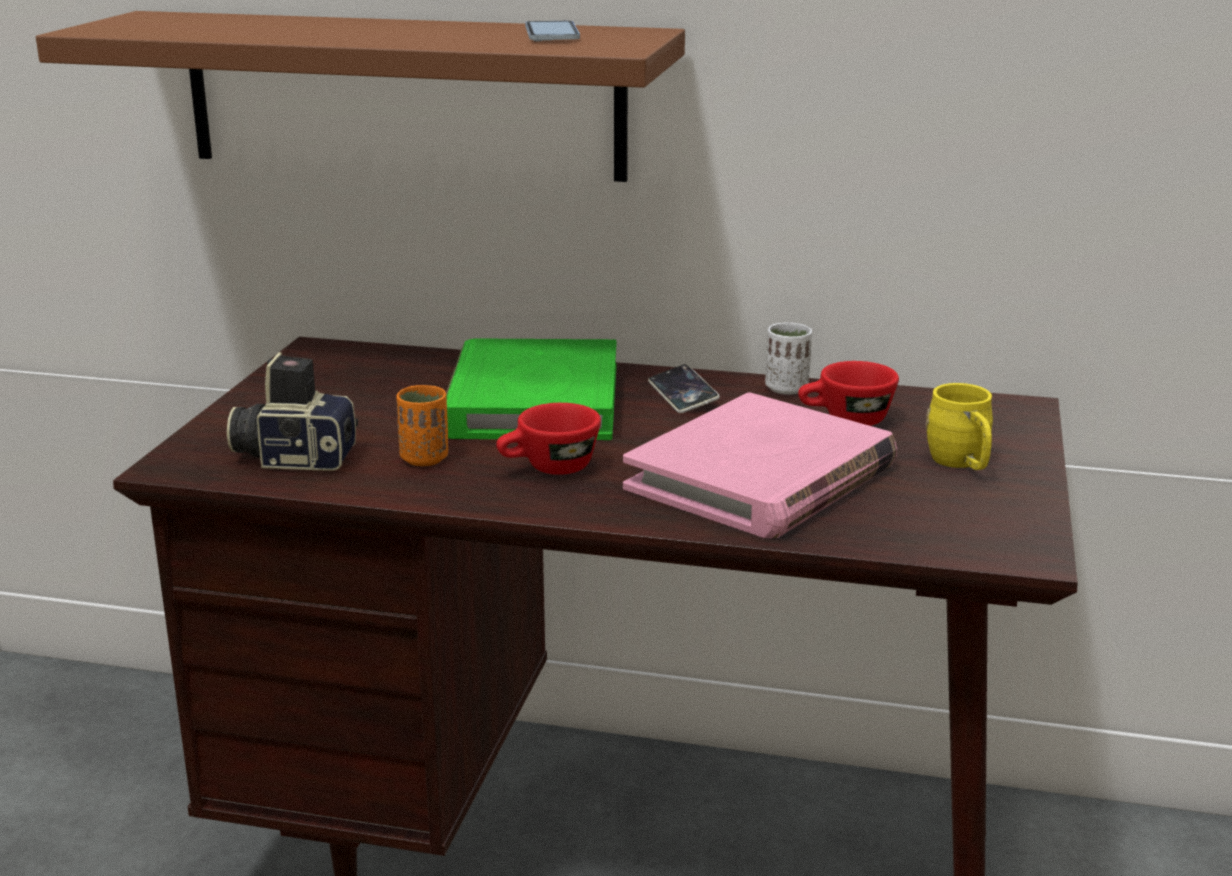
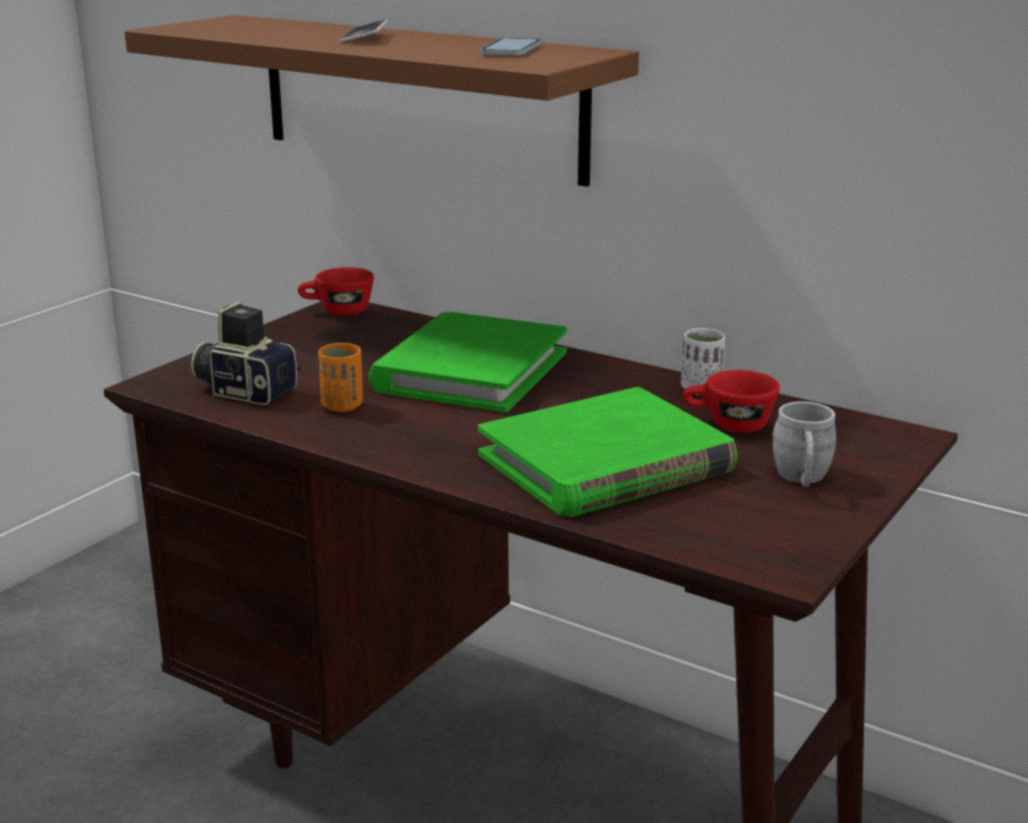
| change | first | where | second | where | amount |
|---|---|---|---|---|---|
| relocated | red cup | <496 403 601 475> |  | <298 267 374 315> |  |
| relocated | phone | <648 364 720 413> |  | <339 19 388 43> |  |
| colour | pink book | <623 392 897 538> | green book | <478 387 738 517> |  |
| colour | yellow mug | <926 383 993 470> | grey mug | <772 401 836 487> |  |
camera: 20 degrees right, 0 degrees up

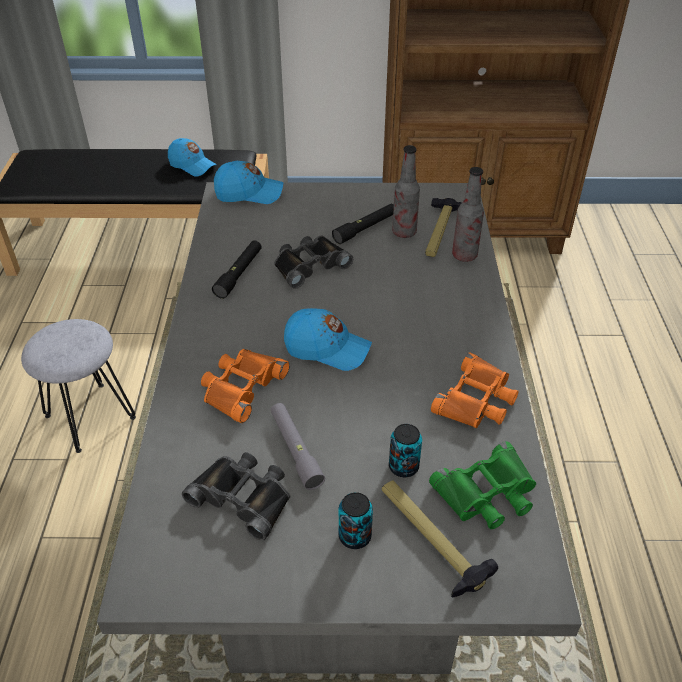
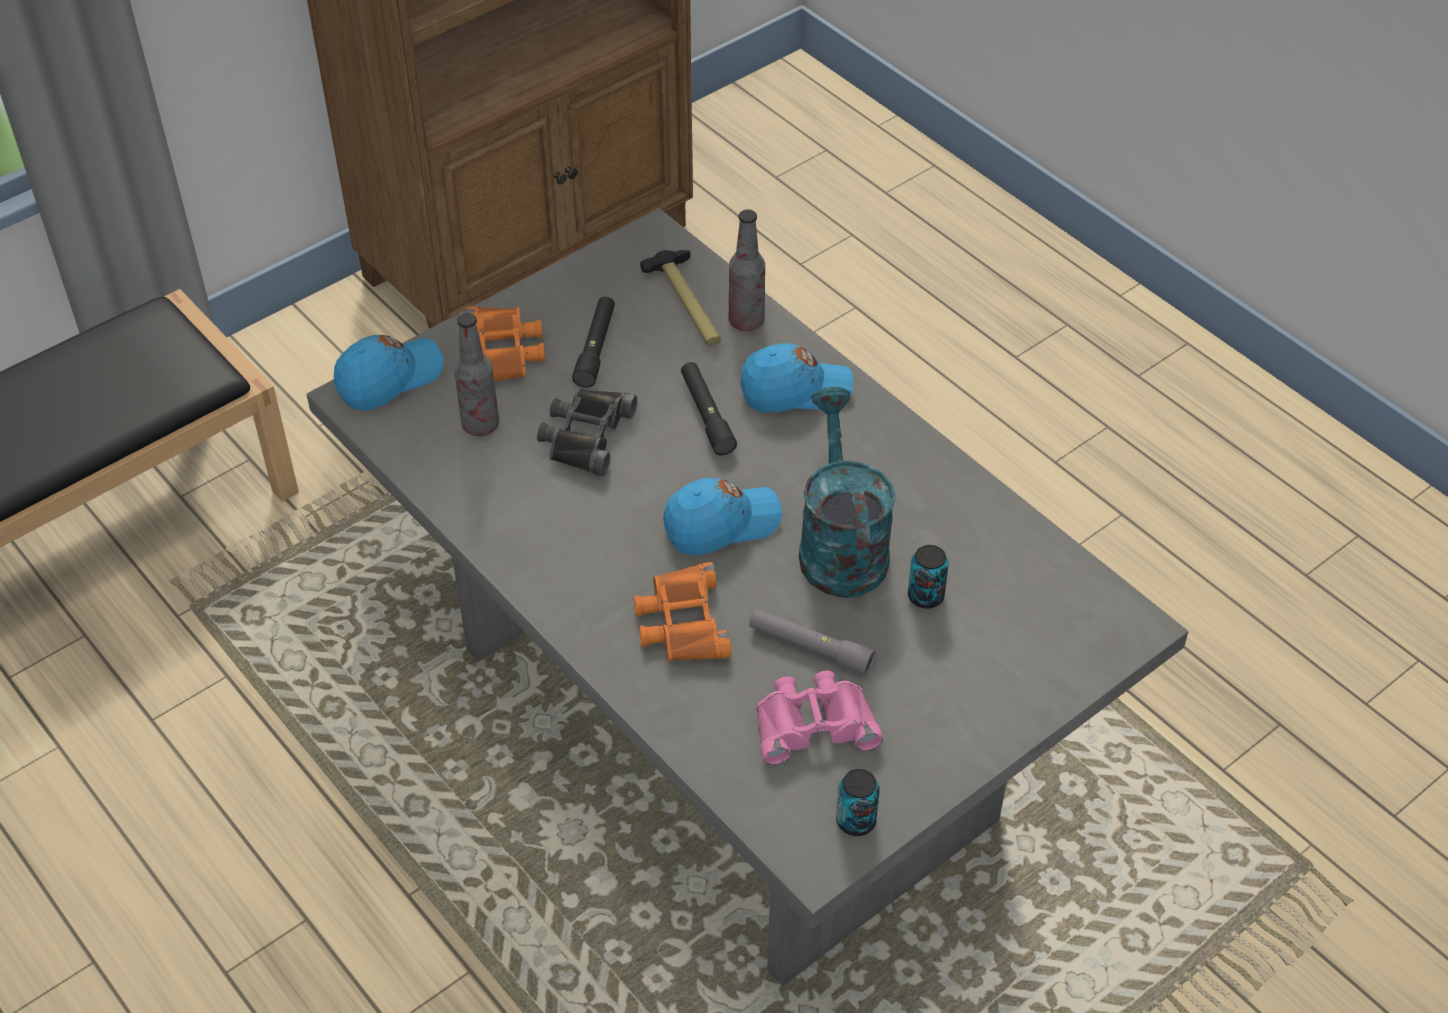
| change | first | where | second | where | amount |
|---|---|---|---|---|---|
| relocated | bottle | <392 145 420 238> |  | <454 313 499 436> |  |
| relocated | orange binoculars | <431 352 518 428> |  | <465 306 545 382> |  |
| relocated | black flashlight | <212 240 262 299> |  | <681 362 737 456> |  |
| relocated | blue cap | <168 138 217 177> |  | <740 343 853 412> |  |
| colour | black binoculars | <182 452 290 541> | pink binoculars | <756 670 883 765> |  |
| appeared |  |  | turquoise watering can | <799 387 895 598> |  |
| relocated | can | <339 492 373 549> |  | <836 769 880 836> |  |
| missing | grey stool | <21 319 136 453> |  |  |  |
| missing | hammer | <382 480 498 597> |  |  |  |
| missing | green binoculars | <429 442 536 529> |  |  |  |
camera: 40 degrees left, 5 degrees up

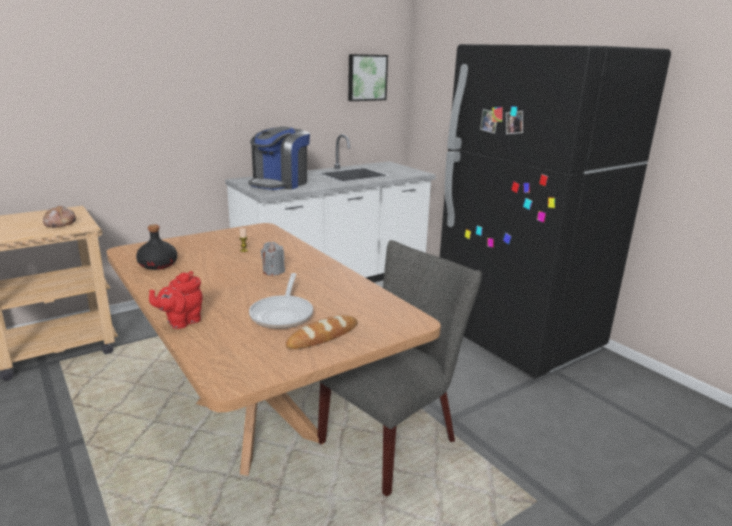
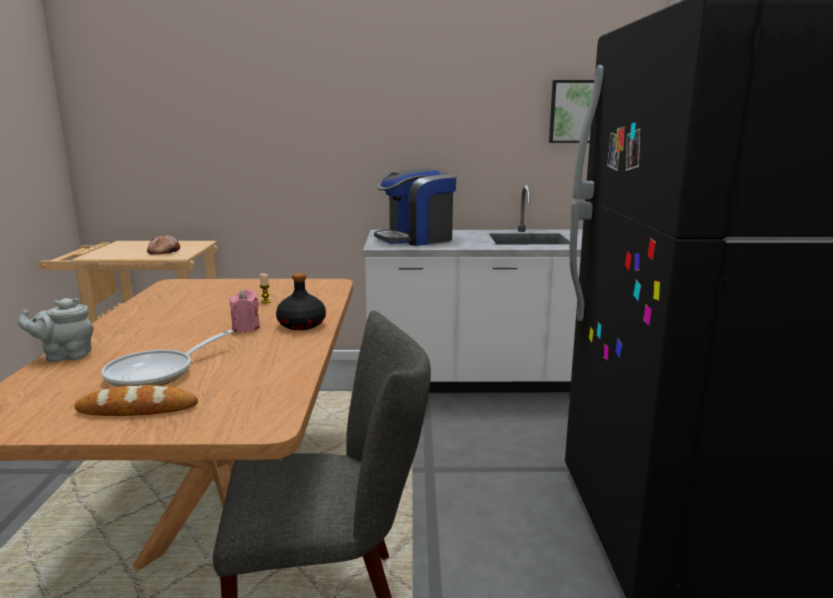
| change | first | where | second | where | amount |
|---|---|---|---|---|---|
| colour | red teapot | <149 271 203 329> | grey teapot | <18 298 94 362> |  |
| colour | grey candle | <261 242 285 276> | pink candle | <229 289 260 332> |  |
| relocated | black bottle | <136 225 177 270> |  | <276 273 326 330> |  |
camera: 35 degrees right, 5 degrees down

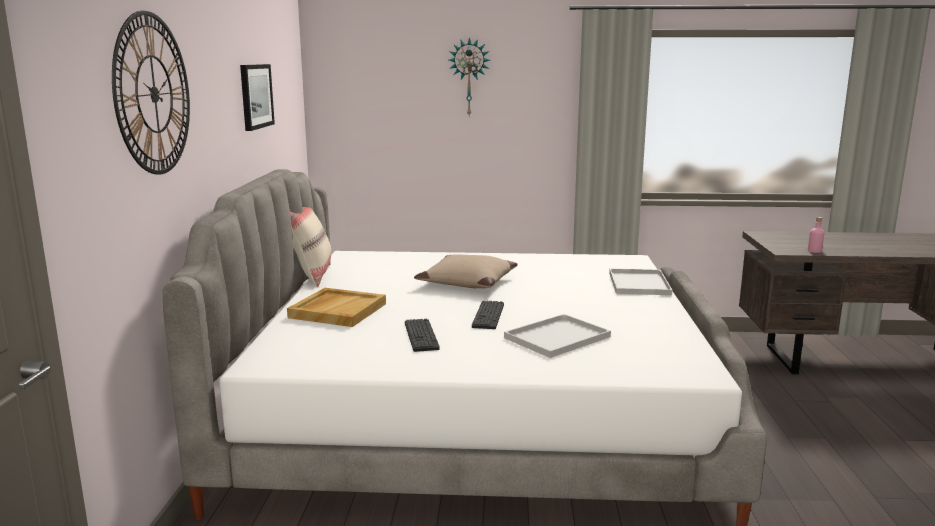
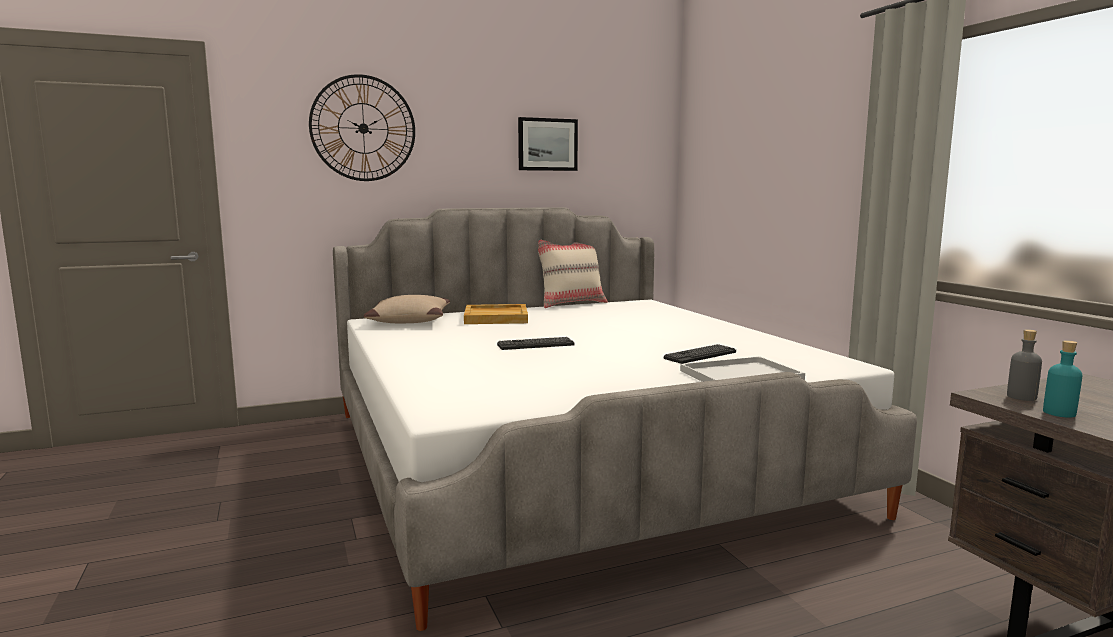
| change | first | where | second | where | amount |
|---|---|---|---|---|---|
| relocated | beige pillow | <414 254 518 288> |  | <364 295 450 323> |  |
| relocated | keyboard | <405 319 440 352> |  | <664 344 736 364> |  |
| appeared |  |  | grey bottle | <1007 329 1042 401> |  |
| colour | pink bottle | <808 217 824 253> | turquoise bottle | <1043 340 1083 418> |  |
| missing | wall clock | <449 37 490 115> |  |  |  |
| missing | white tray | <504 314 611 358> |  |  |  |
camera: 65 degrees right, 5 degrees down

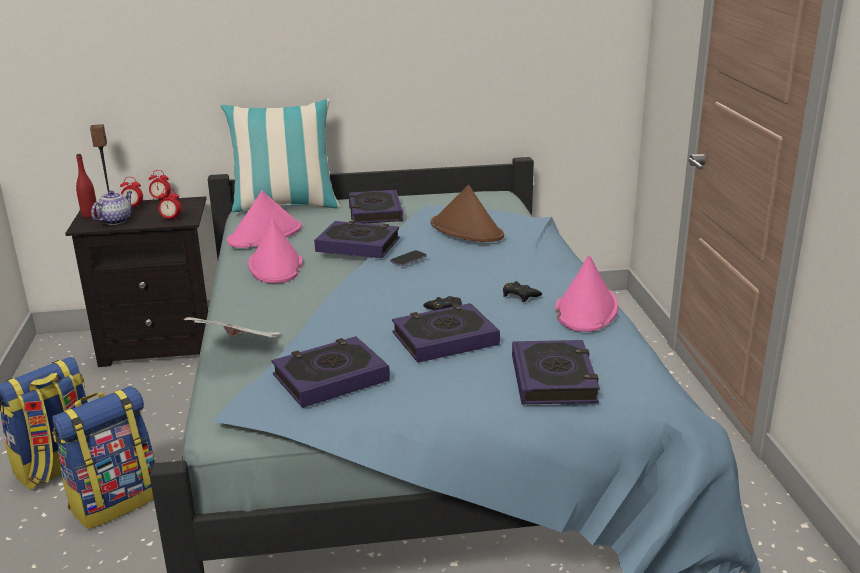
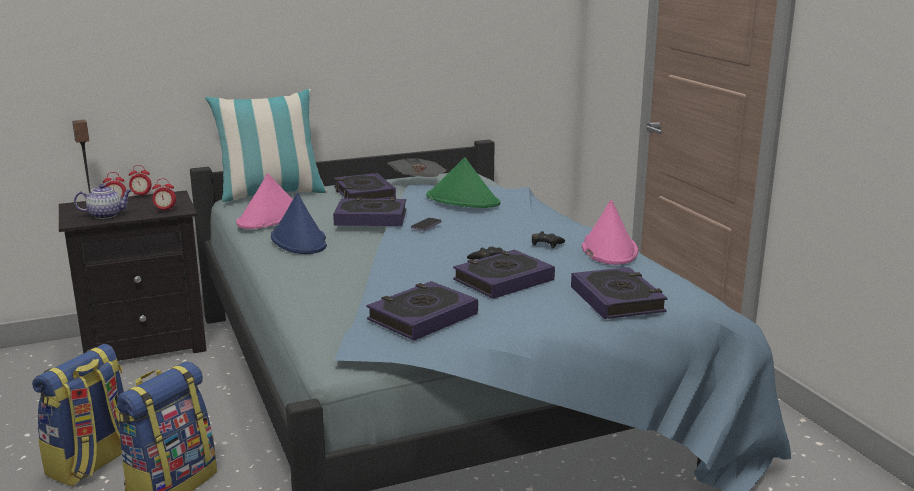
| change | first | where | second | where | amount |
|---|---|---|---|---|---|
| spun | teapot | <91 190 133 225> |  | <74 184 132 219> | 60 degrees clockwise |
| colour | pink hat | <248 218 302 284> | blue hat | <271 193 327 254> |  |
| relocated | newspaper | <184 317 280 338> |  | <387 158 447 177> |  |
| colour | brown hat | <431 185 504 242> | green hat | <426 157 500 208> |  |
| missing | red bottle | <76 154 97 218> |  |  |  |
camera: 15 degrees left, 5 degrees down

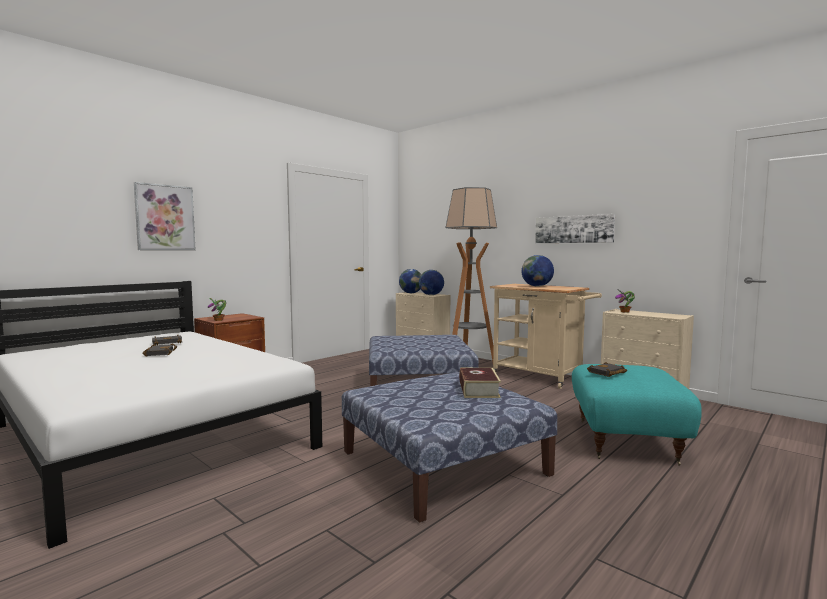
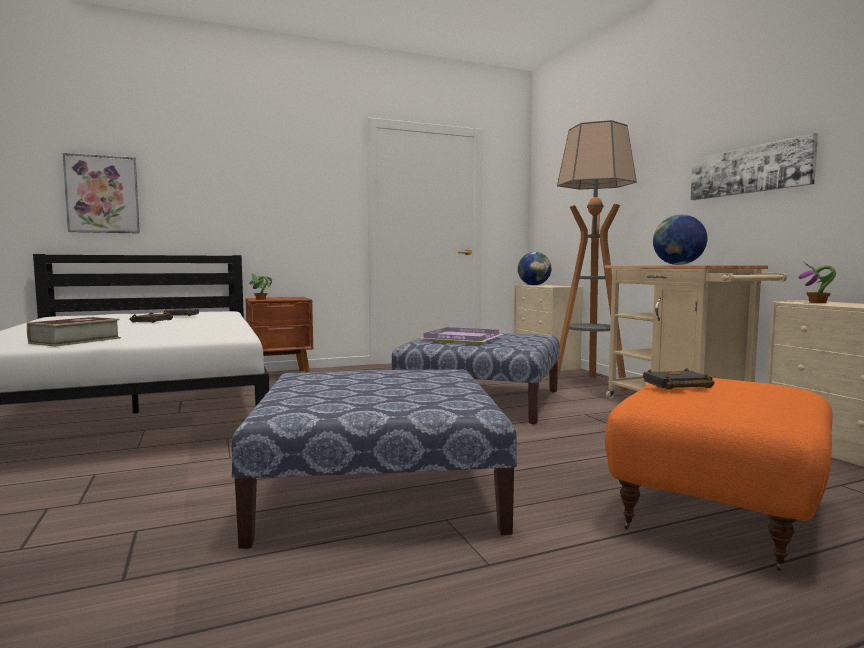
| change | first | where | second | where | amount |
|---|---|---|---|---|---|
| relocated | book | <459 368 501 398> |  | <27 317 121 347> |  |
| relocated | picture | <134 182 196 250> |  | <63 153 140 234> |  |
| appeared |  |  | purple tray | <421 327 503 344> |  |
| colour | turquoise ottoman | <572 364 702 465> | orange ottoman | <605 378 833 571> |  |
| missing | globe | <419 270 444 295> |  |  |  |
camera: 25 degrees right, 0 degrees up

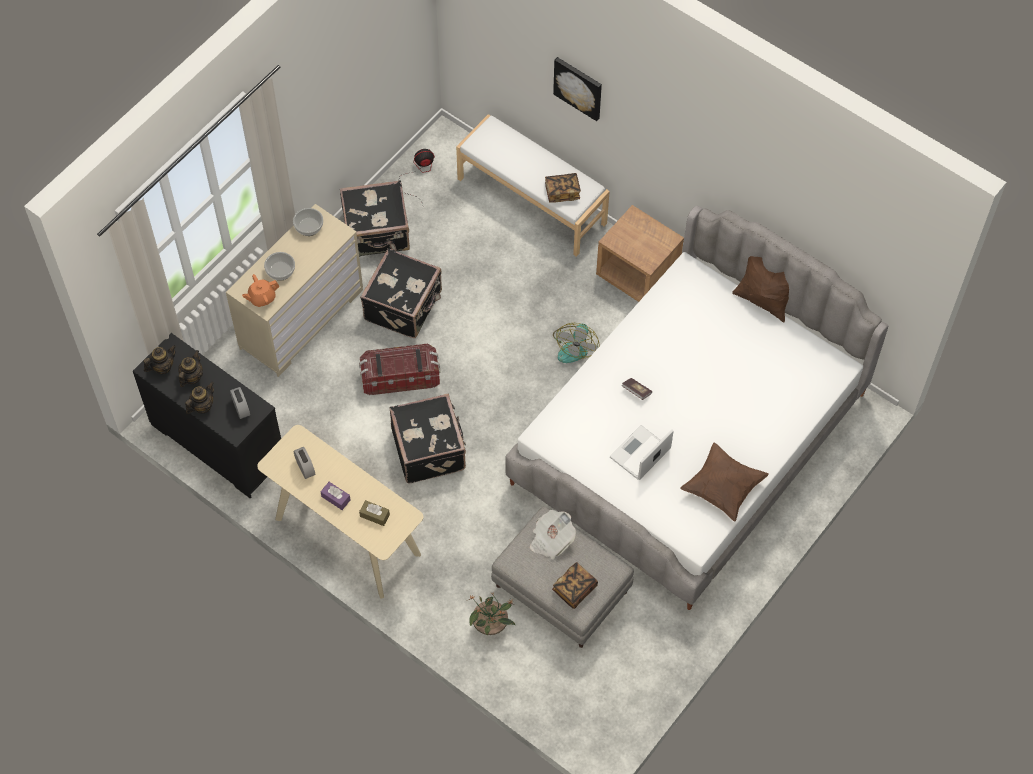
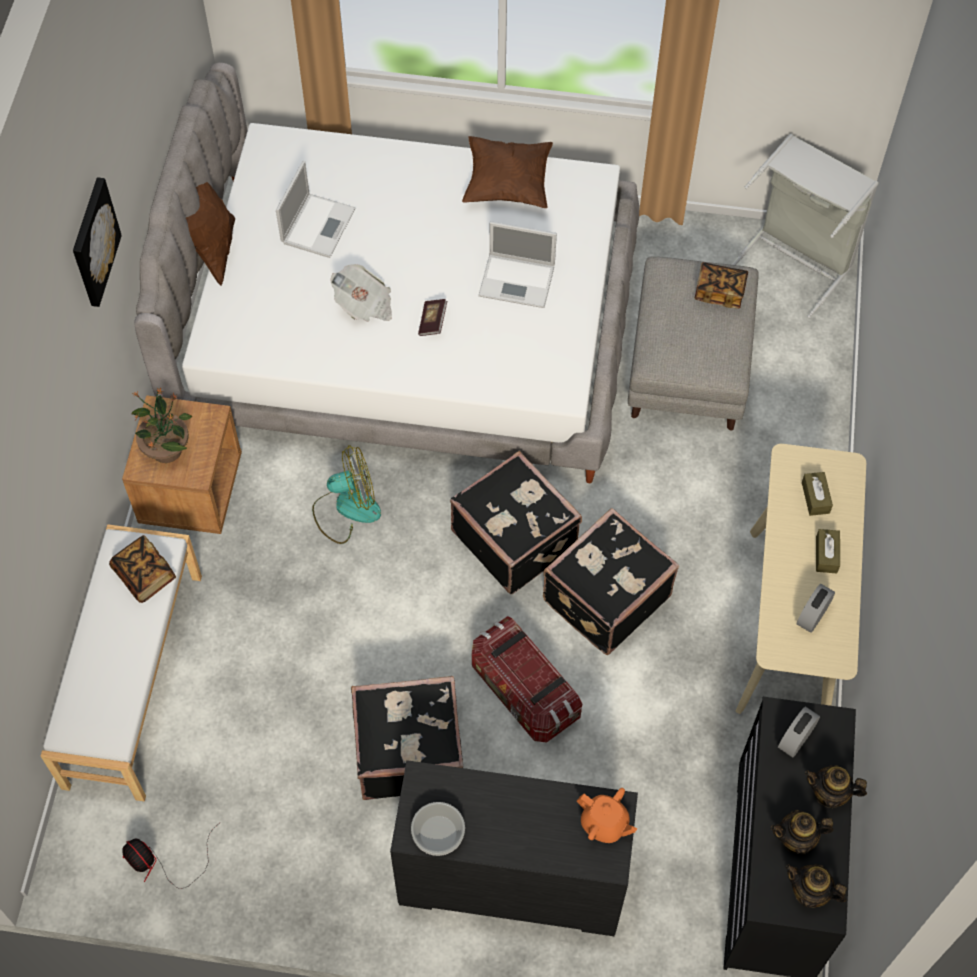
| change | first | where | second | where | amount |
|---|---|---|---|---|---|
| relocated | picture | <553 57 602 121> |  | <73 177 122 307> |  |
| relocated | potted plant | <469 593 515 636> |  | <131 388 192 463> |  |
| appeared |  |  | laptop | <276 161 355 258> |  |
| relocated | newspaper | <530 510 576 559> |  | <330 264 392 322> |  |
| colour | beige dresser | <226 204 363 377> | black dresser | <390 760 638 936> |  |
| relocated | black suitcase | <340 180 410 256> |  | <450 451 582 594> |  |
| appeared |  |  | grey laundry basket | <731 134 879 318> |  |
| colour | purple tissue box | <321 482 351 510> | brown tissue box | <816 529 840 573> |  |
| missing | bowl | <264 252 295 281> |  |  |  |
camera: 120 degrees left, 0 degrees up

